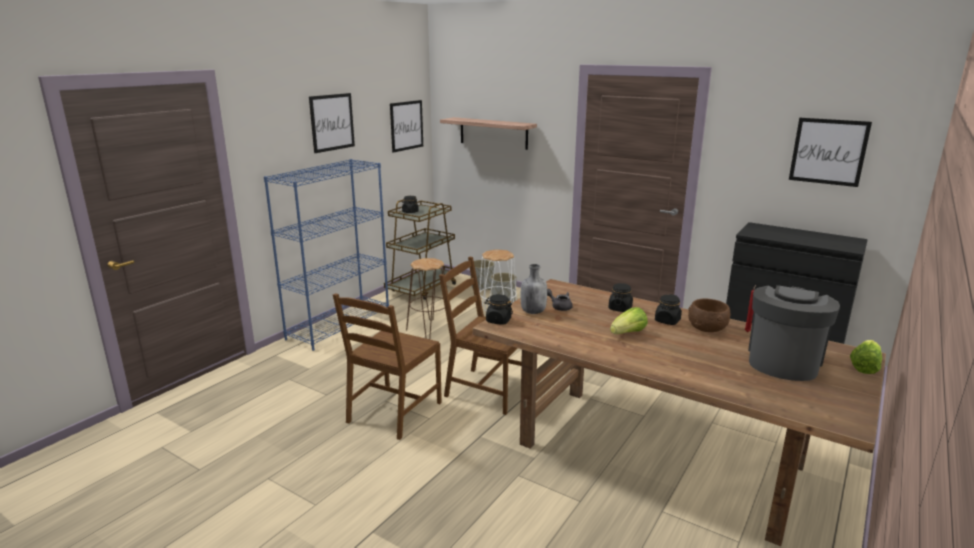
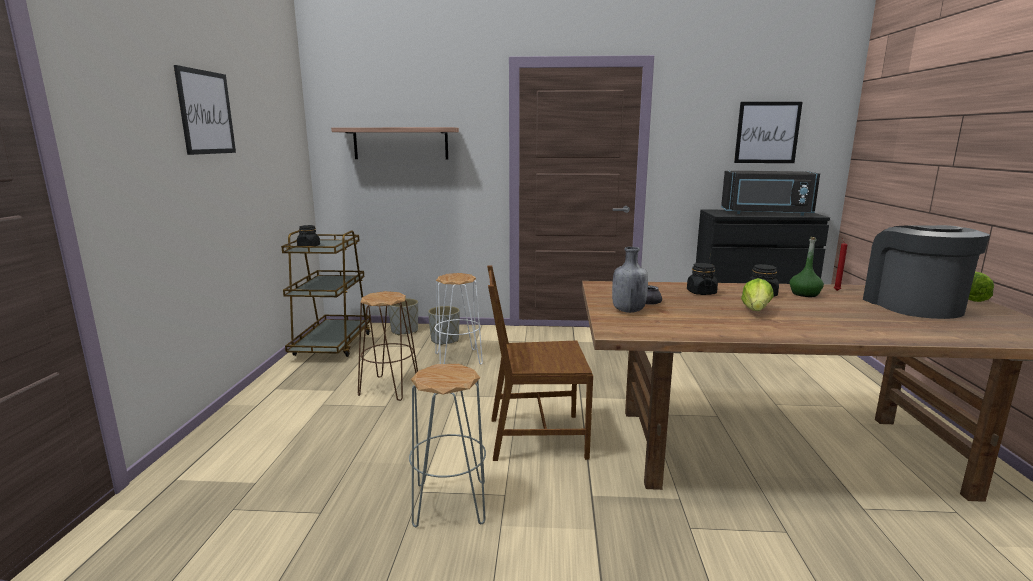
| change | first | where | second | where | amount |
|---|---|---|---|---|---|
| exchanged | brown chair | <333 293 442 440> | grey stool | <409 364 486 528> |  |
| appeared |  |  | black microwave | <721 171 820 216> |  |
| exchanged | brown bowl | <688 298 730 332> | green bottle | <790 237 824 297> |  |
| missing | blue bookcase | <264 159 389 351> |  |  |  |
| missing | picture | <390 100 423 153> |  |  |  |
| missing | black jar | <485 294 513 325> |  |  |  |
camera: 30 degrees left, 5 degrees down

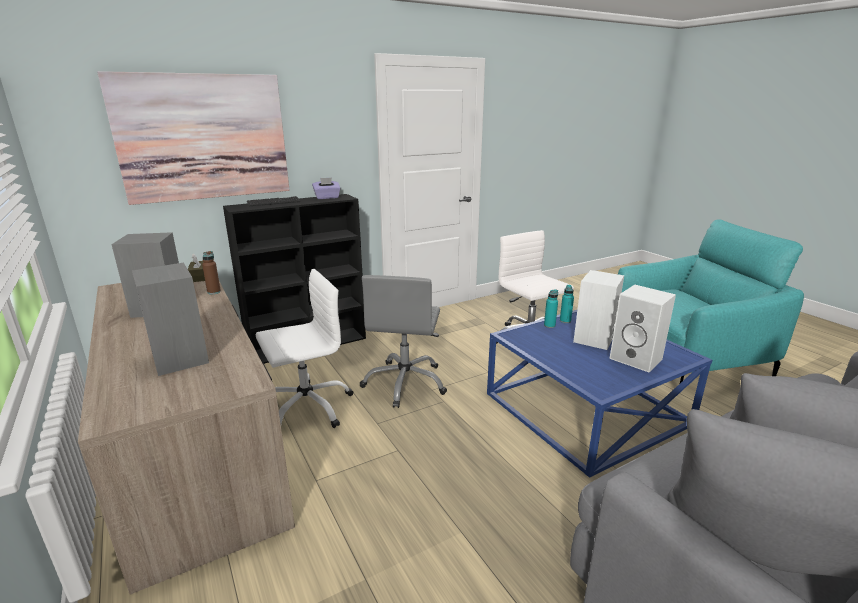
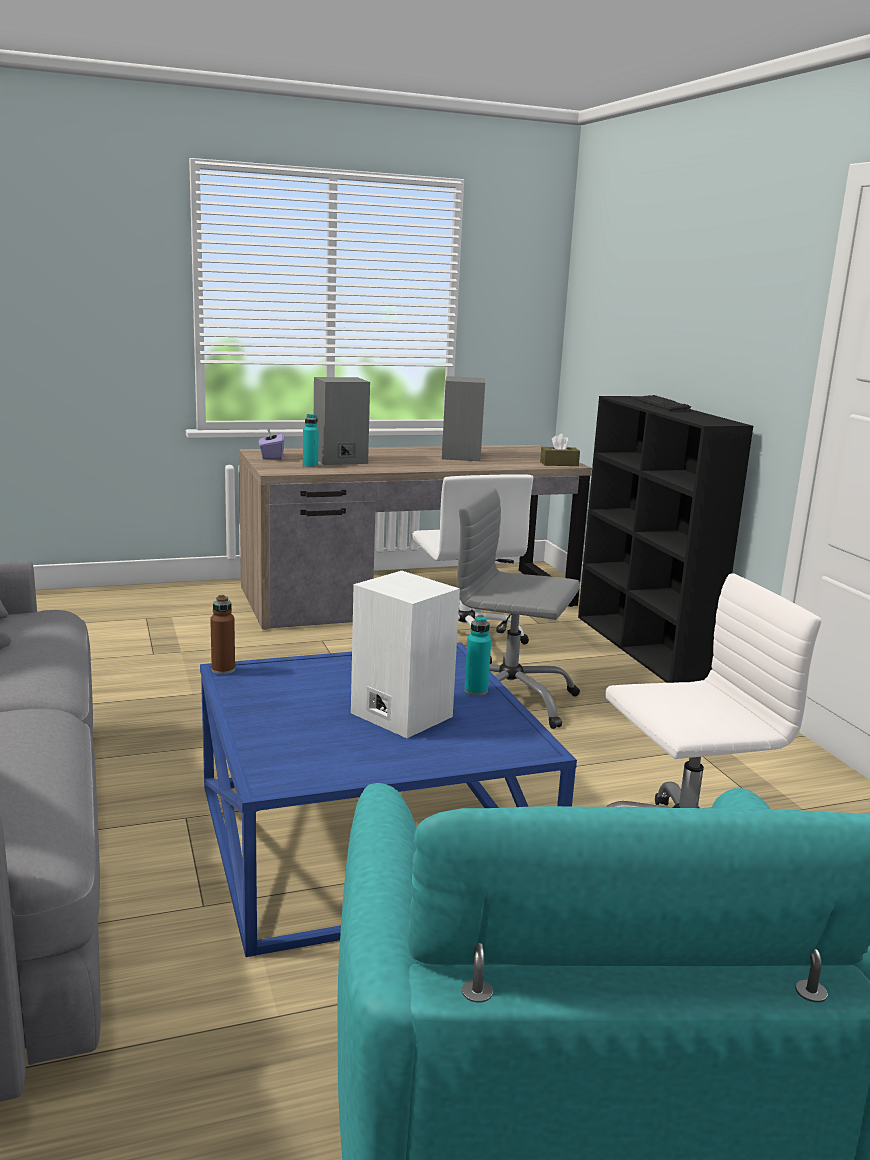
| change | first | where | second | where | amount |
|---|---|---|---|---|---|
| relocated | brown bottle | <202 251 221 294> |  | <210 595 235 674> |  |
| relocated | purple tissue box | <312 178 341 199> |  | <259 426 285 460> |  |
| relocated | turquoise bottle | <560 285 574 323> |  | <303 414 319 467> |  |
| missing | picture | <97 71 289 205> |  |  |  |
| missing | white speaker | <609 285 676 372> |  |  |  |
camera: 100 degrees right, 5 degrees down

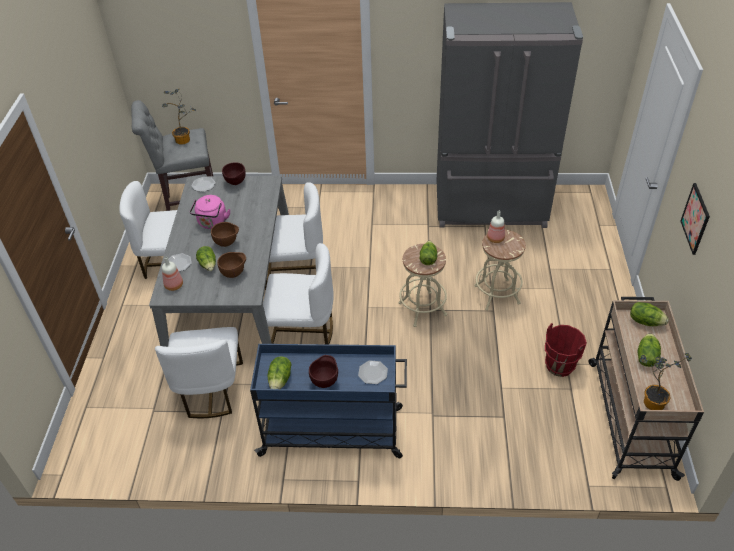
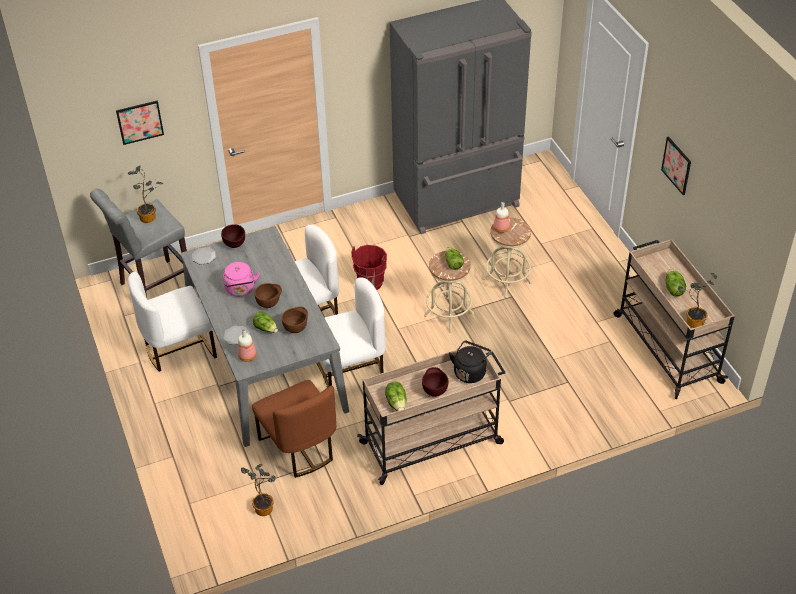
| change | first | where | second | where | amount |
|---|---|---|---|---|---|
| appeared |  |  | picture | <116 101 164 145> |  |
| appeared |  |  | potted plant | <241 464 276 516> |  |
| colour | white chair | <155 327 243 418> | brown chair | <252 380 336 478> |  |
| relocated | red bucket | <545 323 587 377> |  | <352 245 387 290> |  |
| colour | blue cart | <250 344 407 458> | beige cart | <357 343 505 485> |  |
| exchanged | plate | <358 360 388 384> | black kettle | <449 341 491 383> |  |
| missing | lettuce | <630 302 669 326> |  |  |  |
camera: 25 degrees left, 0 degrees up

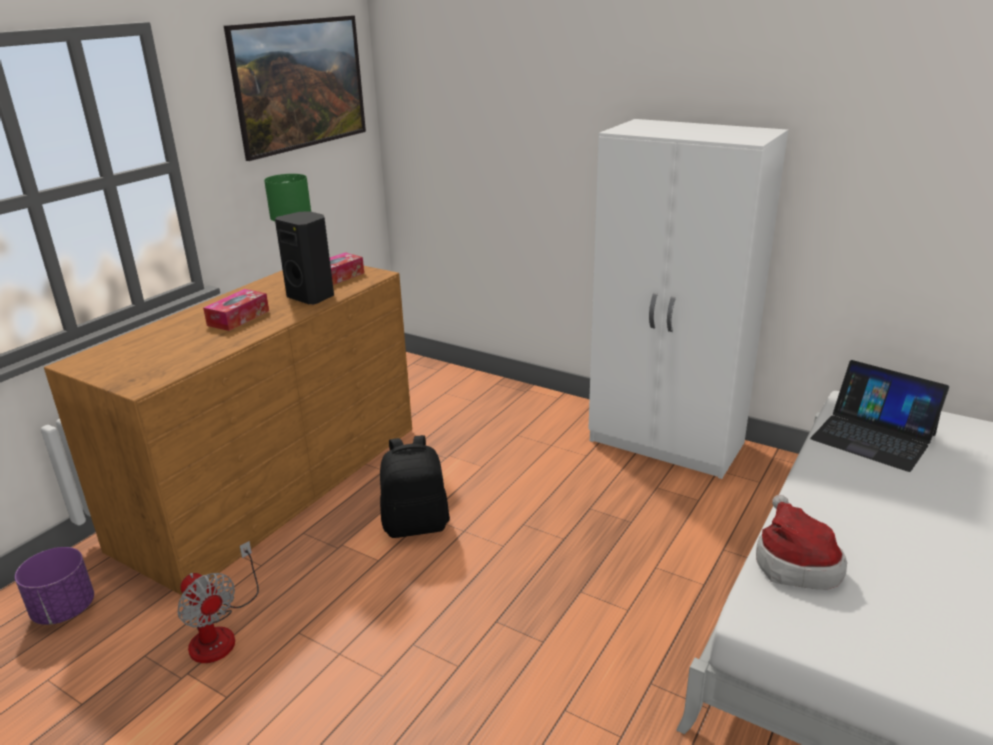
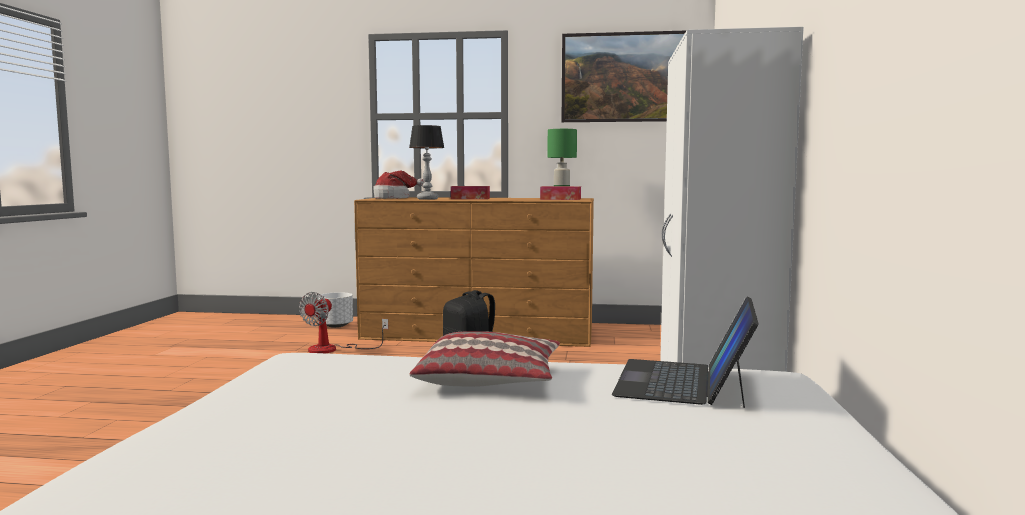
| change | first | where | second | where | amount |
|---|---|---|---|---|---|
| colour | purple planter | <15 547 94 625> | white planter | <318 292 353 328> |  |
| relocated | hat | <756 495 847 590> |  | <374 171 425 199> |  |
| appeared |  |  | table lamp | <409 125 444 200> |  |
| appeared |  |  | pillow | <409 331 560 387> |  |
| missing | black speaker | <275 212 334 304> |  |  |  |
camera: 65 degrees right, 20 degrees down

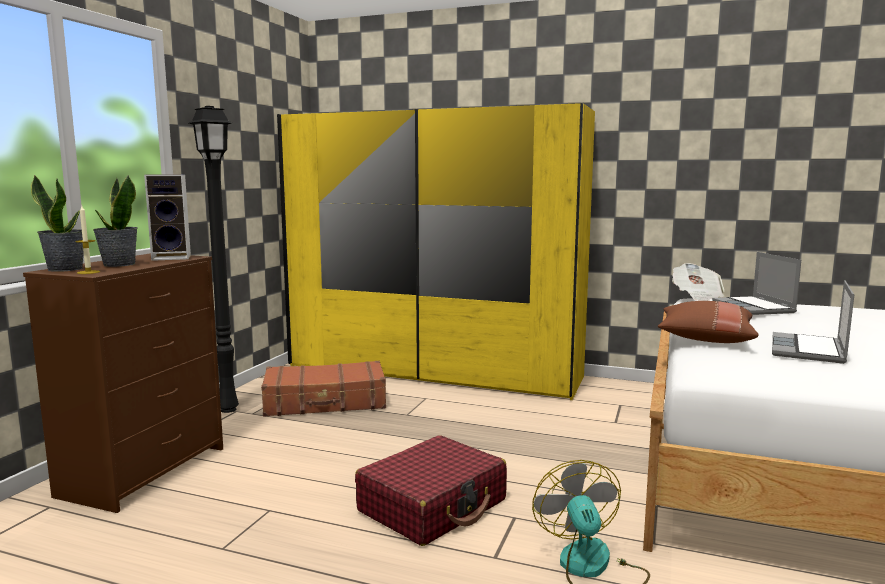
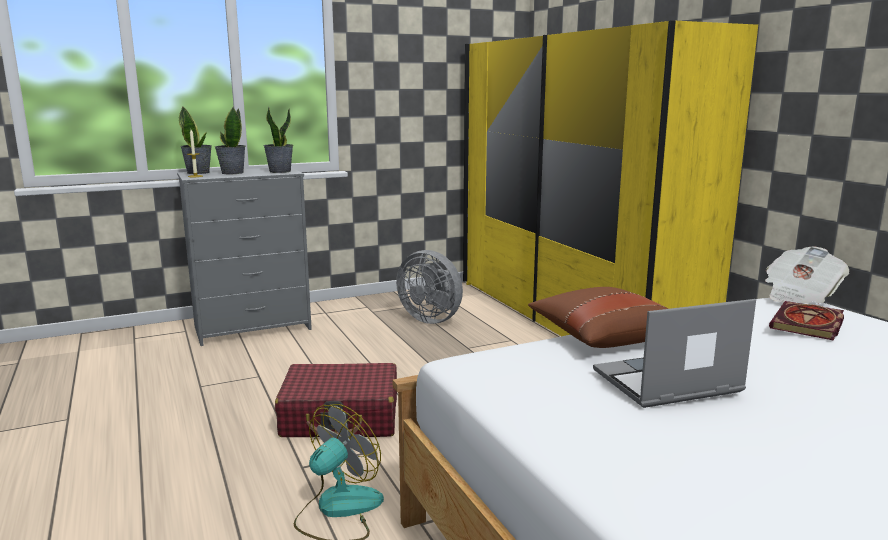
| change | first | where | second | where | amount |
|---|---|---|---|---|---|
| colour | brown dresser | <23 253 223 513> | grey dresser | <177 167 312 346> |  |
| exchanged | speaker | <144 174 191 261> | potted plant | <264 106 293 173> |  |
| exchanged | brown suitcase | <261 361 386 417> | grey fan | <396 250 463 324> |  |
| exchanged | laptop | <712 252 801 315> | book | <769 301 844 341> |  |
| missing | black floor lamp | <189 106 239 413> |  |  |  |
camera: 45 degrees right, 5 degrees up

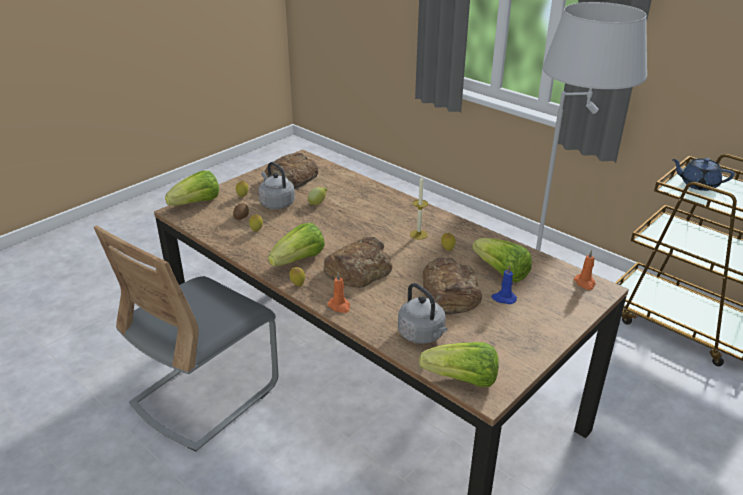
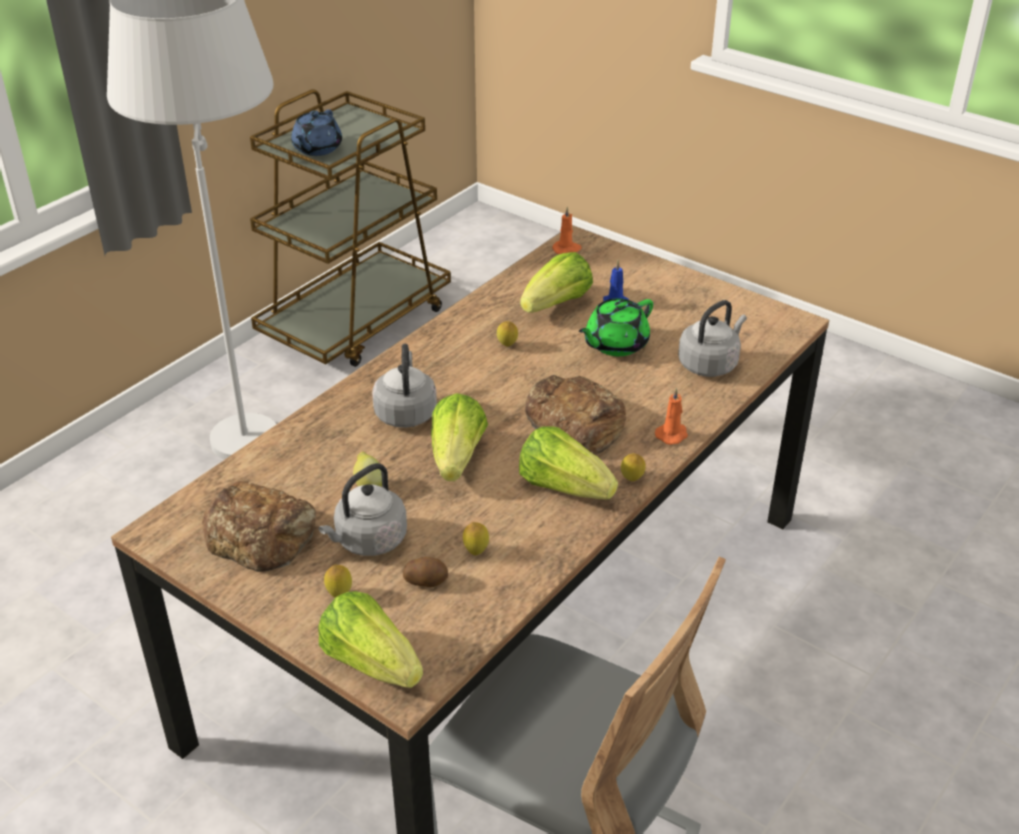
| change | first | where | second | where | amount |
|---|---|---|---|---|---|
| appeared |  |  | grey kettle | <372 344 437 428> |  |
| relocated | lettuce | <419 342 499 387> |  | <431 393 488 481> |  |
| exchanged | bread | <423 257 482 314> | green teapot | <579 298 653 356> |  |
| missing | candle | <410 176 428 240> |  |  |  |
camera: 95 degrees left, 5 degrees up

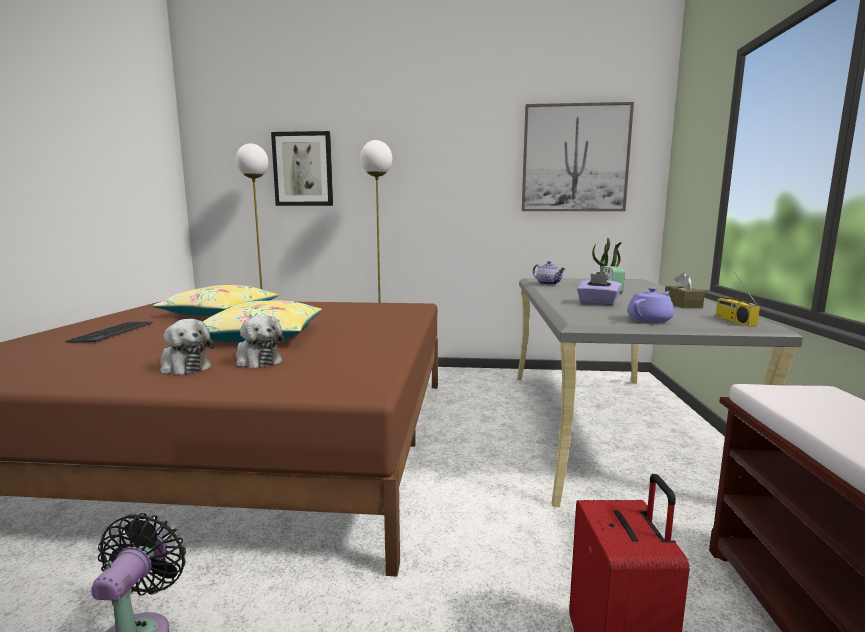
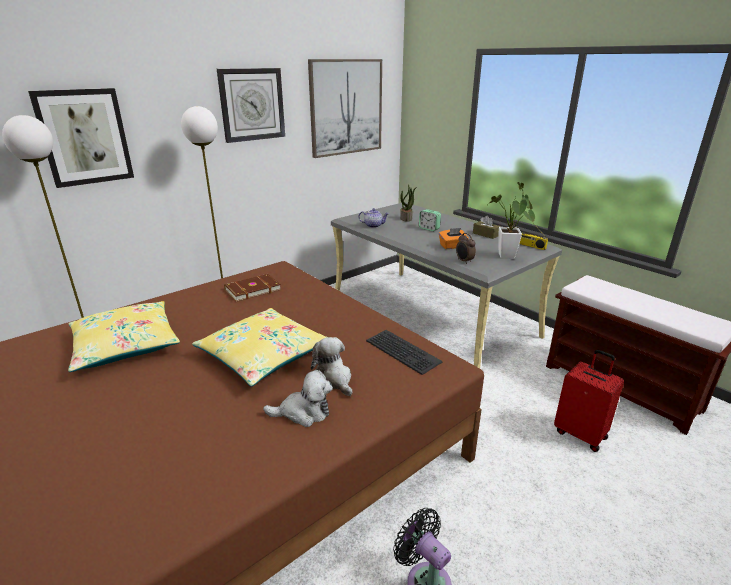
| change | first | where | second | where | amount |
|---|---|---|---|---|---|
| appeared |  |  | wall clock | <217 68 285 143> |  |
| appeared |  |  | brown book | <224 274 281 302> |  |
| spun | plush toy | <236 315 285 368> |  | <311 337 352 396> | 120 degrees counterclockwise |
| relocated | keyboard | <66 322 153 343> |  | <366 330 442 375> |  |
| colour | purple tissue box | <577 274 622 306> | orange tissue box | <439 228 469 249> |  |
| appeared |  |  | alarm clock | <456 233 476 264> |  |
| exchanged | purple teapot | <627 287 674 323> | potted plant | <487 182 535 259> |  |
camera: 45 degrees left, 15 degrees up

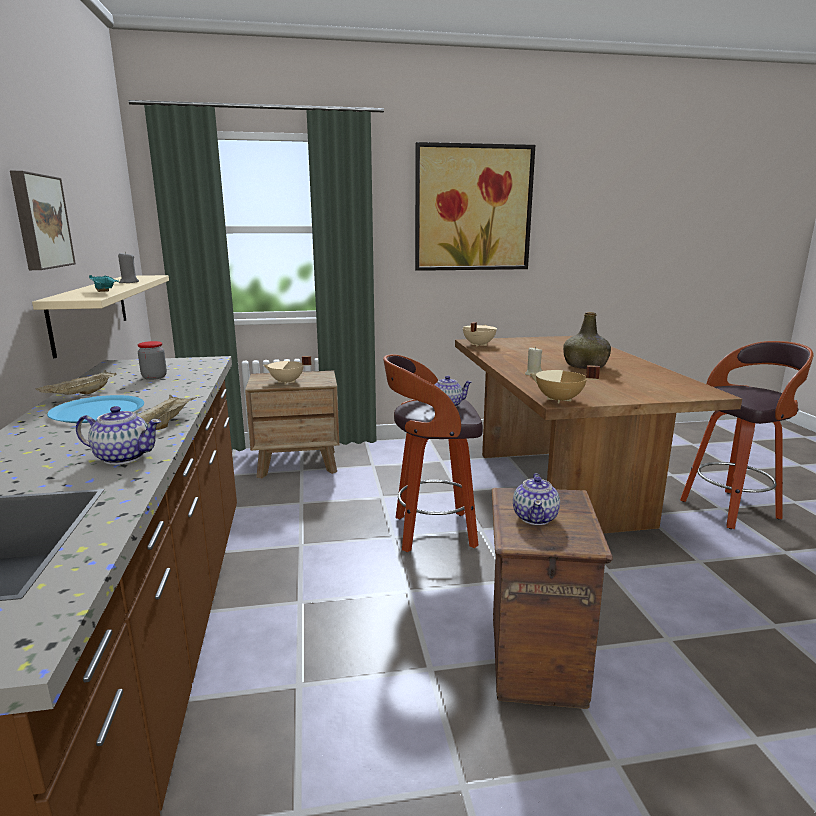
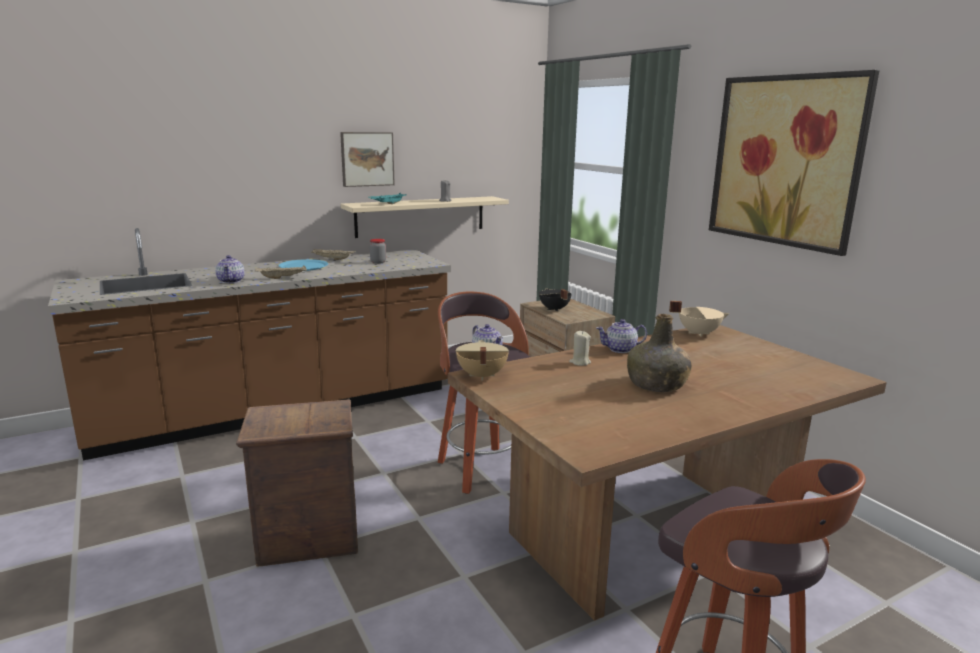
| change | first | where | second | where | amount |
|---|---|---|---|---|---|
| colour | beige cooking pot | <263 356 312 385> | black cooking pot | <539 289 572 312> |  |
| relocated | teapot | <513 473 560 525> |  | <596 319 647 353> |  |
camera: 70 degrees right, 0 degrees up

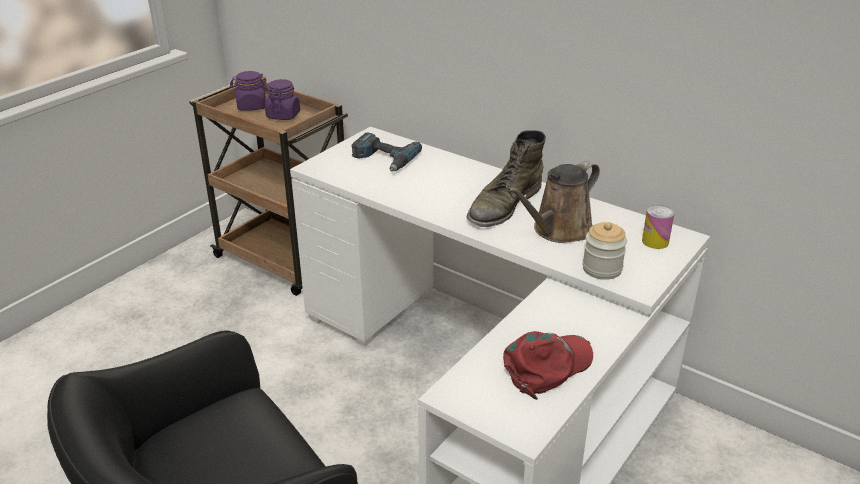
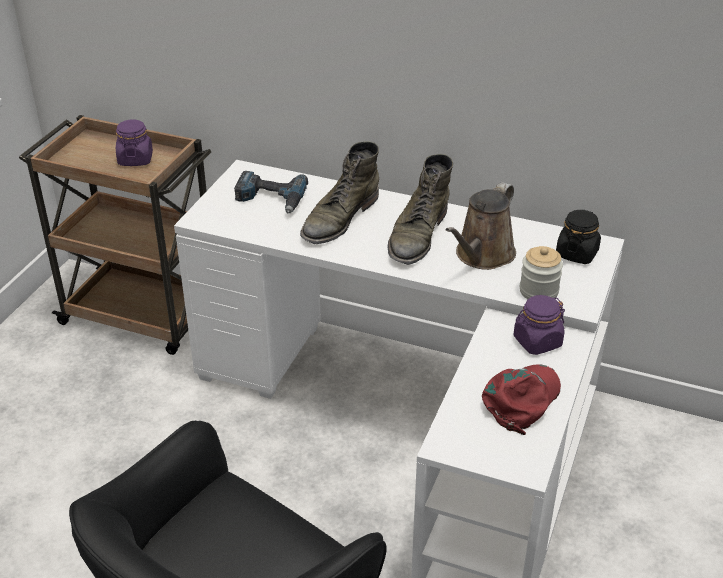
| change | first | where | second | where | amount |
|---|---|---|---|---|---|
| appeared |  |  | green boot | <300 142 379 244> |  |
| relocated | purple jar | <230 71 268 111> |  | <513 295 565 355> |  |
| exchanged | can | <642 205 675 249> | black jar | <556 210 601 264> |  |
camera: 15 degrees left, 5 degrees up

